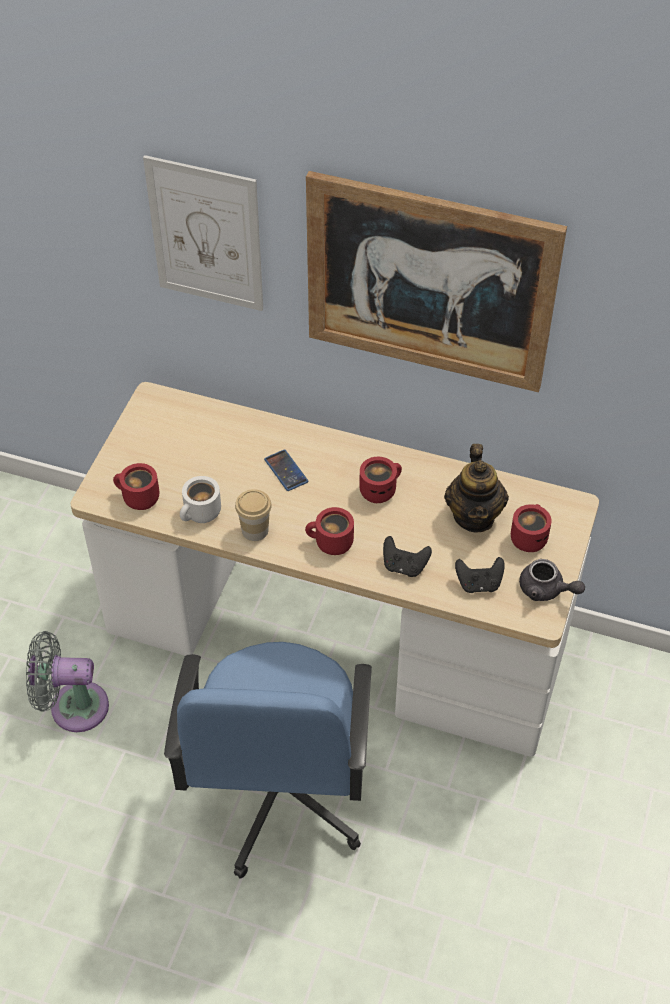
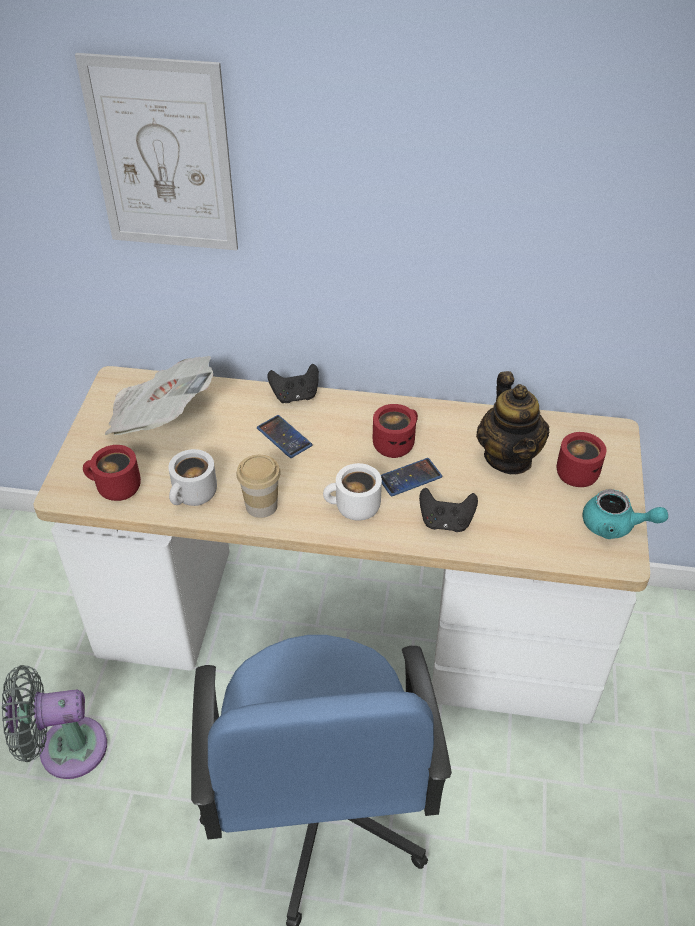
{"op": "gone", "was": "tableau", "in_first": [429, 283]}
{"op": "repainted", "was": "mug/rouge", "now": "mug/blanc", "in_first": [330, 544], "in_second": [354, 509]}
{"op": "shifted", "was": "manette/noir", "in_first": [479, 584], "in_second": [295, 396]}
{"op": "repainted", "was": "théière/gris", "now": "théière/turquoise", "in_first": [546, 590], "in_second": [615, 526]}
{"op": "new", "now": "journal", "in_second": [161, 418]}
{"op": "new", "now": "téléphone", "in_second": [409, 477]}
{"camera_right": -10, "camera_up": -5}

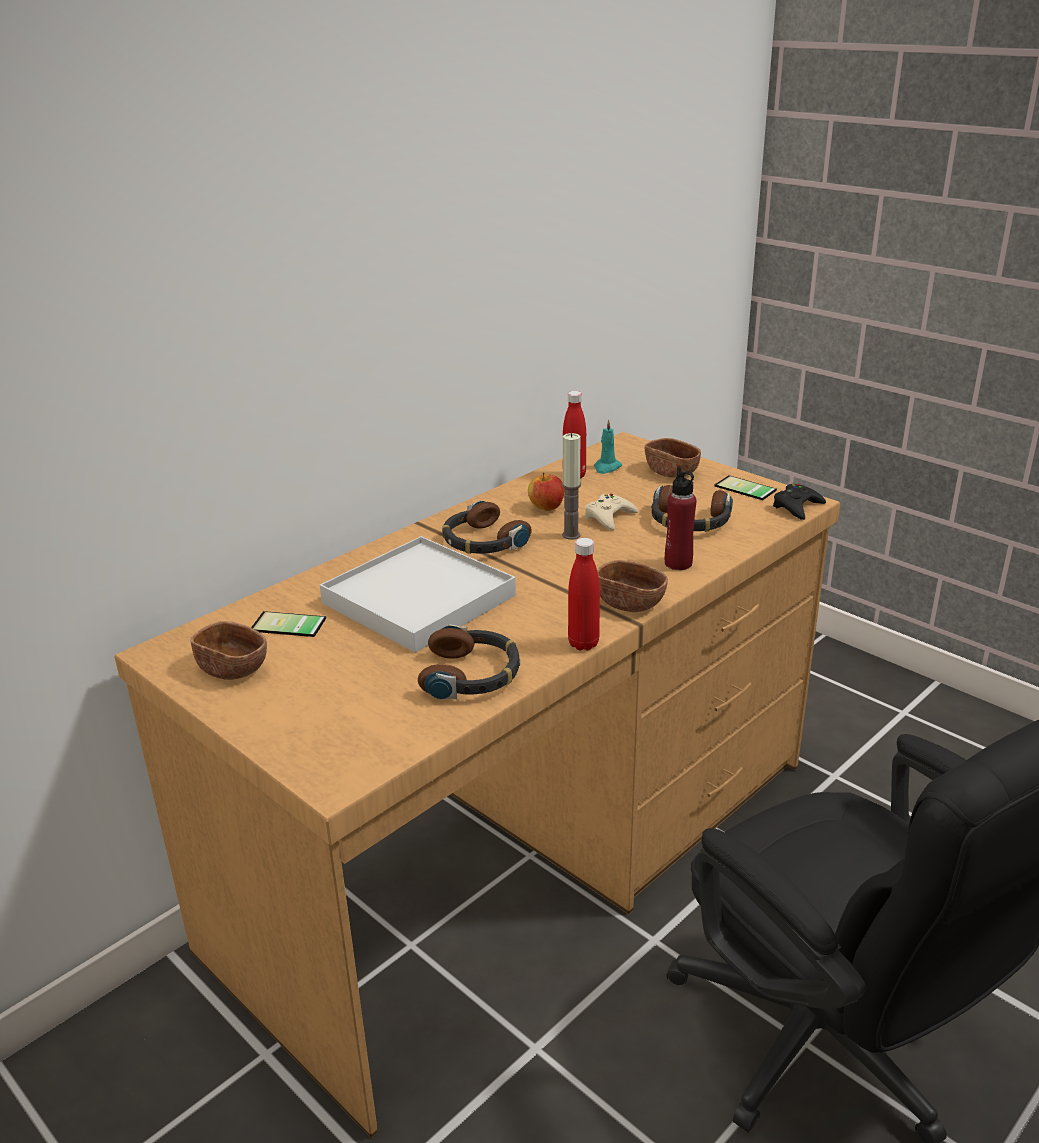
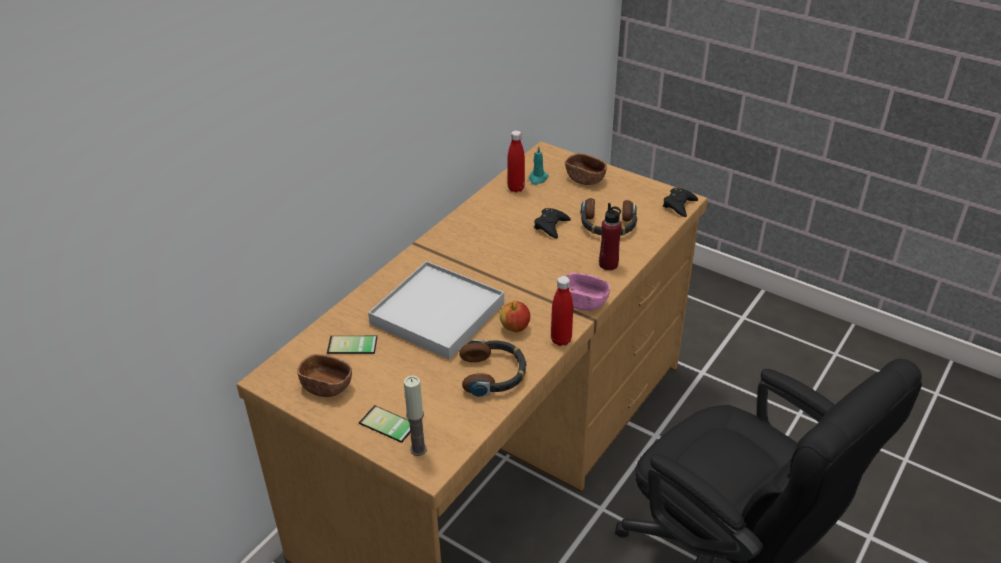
{"op": "shifted", "was": "bougie", "in_first": [571, 535], "in_second": [418, 449]}
{"op": "shifted", "was": "pomme", "in_first": [546, 508], "in_second": [515, 327]}
{"op": "shifted", "was": "téléphone", "in_first": [743, 489], "in_second": [386, 426]}
{"op": "repainted", "was": "manette/beige", "now": "manette/noir", "in_first": [609, 517], "in_second": [551, 226]}
{"op": "gone", "was": "casque audio", "in_first": [483, 542]}
{"op": "repainted", "was": "bol/marron", "now": "bol/rose", "in_first": [630, 603], "in_second": [584, 302]}
{"camera_right": -10, "camera_up": 10}

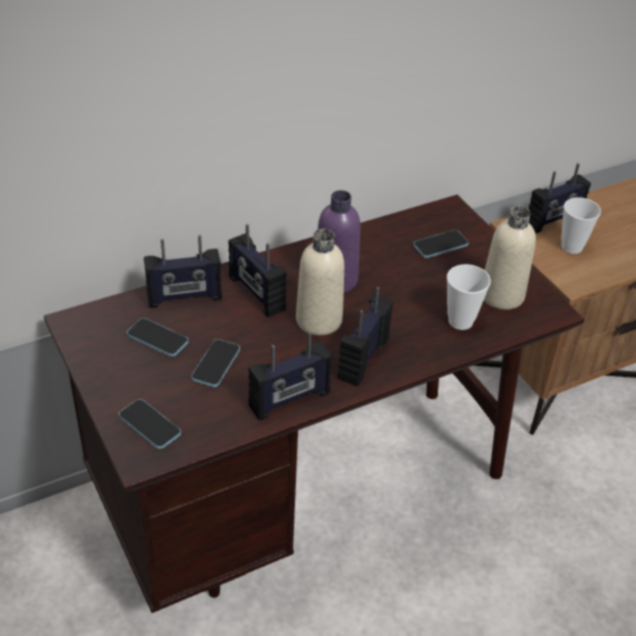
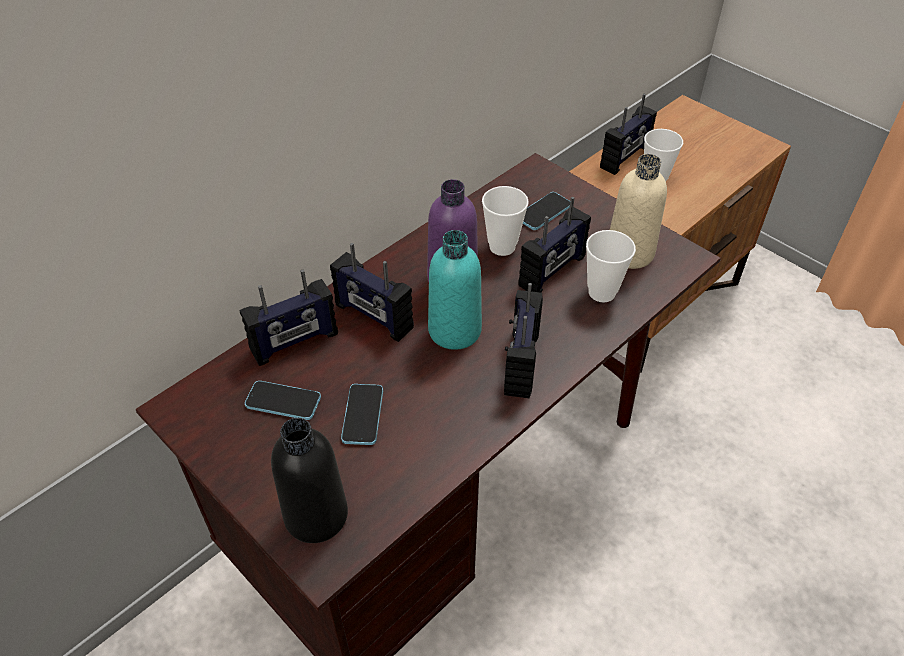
{"op": "repainted", "was": "bouteille/beige", "now": "bouteille/turquoise", "in_first": [319, 320], "in_second": [454, 330]}
{"op": "shifted", "was": "radio", "in_first": [290, 400], "in_second": [553, 271]}
{"op": "swapped", "was": "téléphone", "now": "bouteille/noir", "in_first": [149, 425], "in_second": [316, 515]}
{"op": "new", "now": "tasse", "in_second": [502, 247]}
{"camera_right": -15, "camera_up": 5}

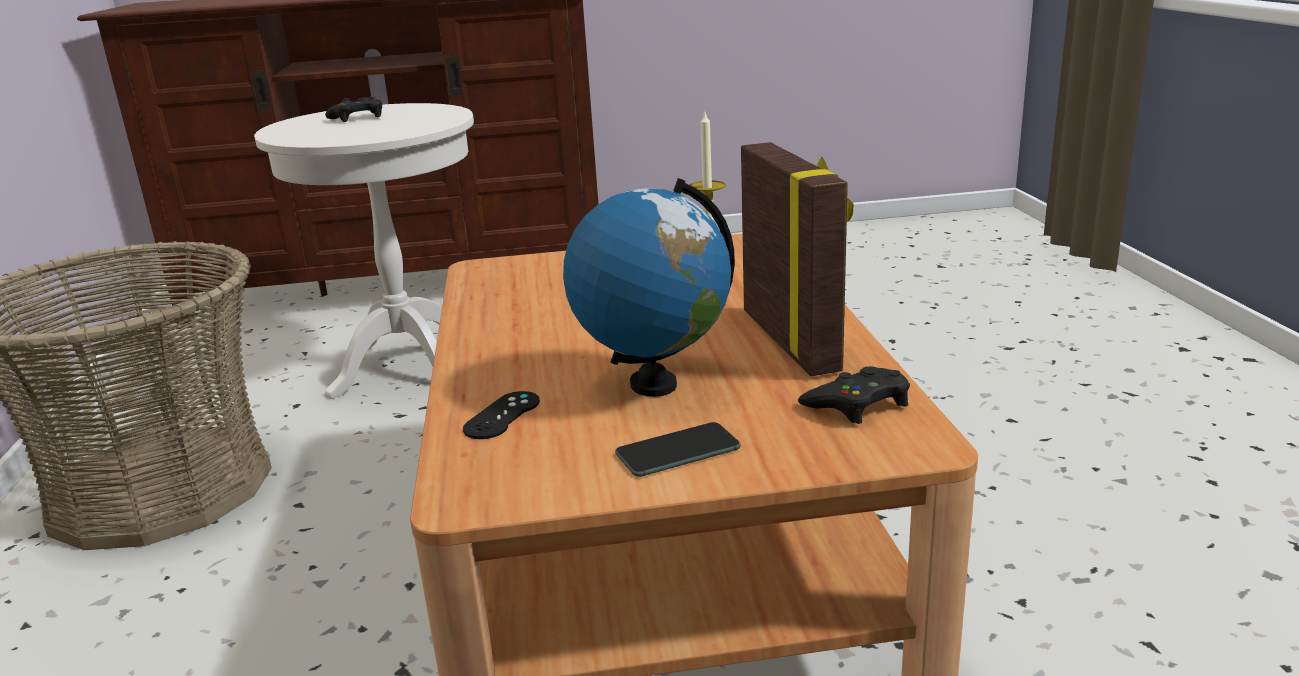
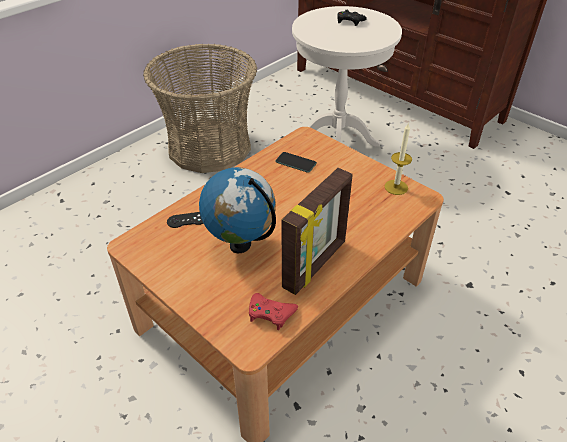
{"op": "repainted", "was": "manette/noir", "now": "manette/rouge", "in_first": [858, 404], "in_second": [271, 313]}
{"op": "shifted", "was": "téléphone", "in_first": [678, 451], "in_second": [295, 162]}
{"camera_right": 50, "camera_up": 20}

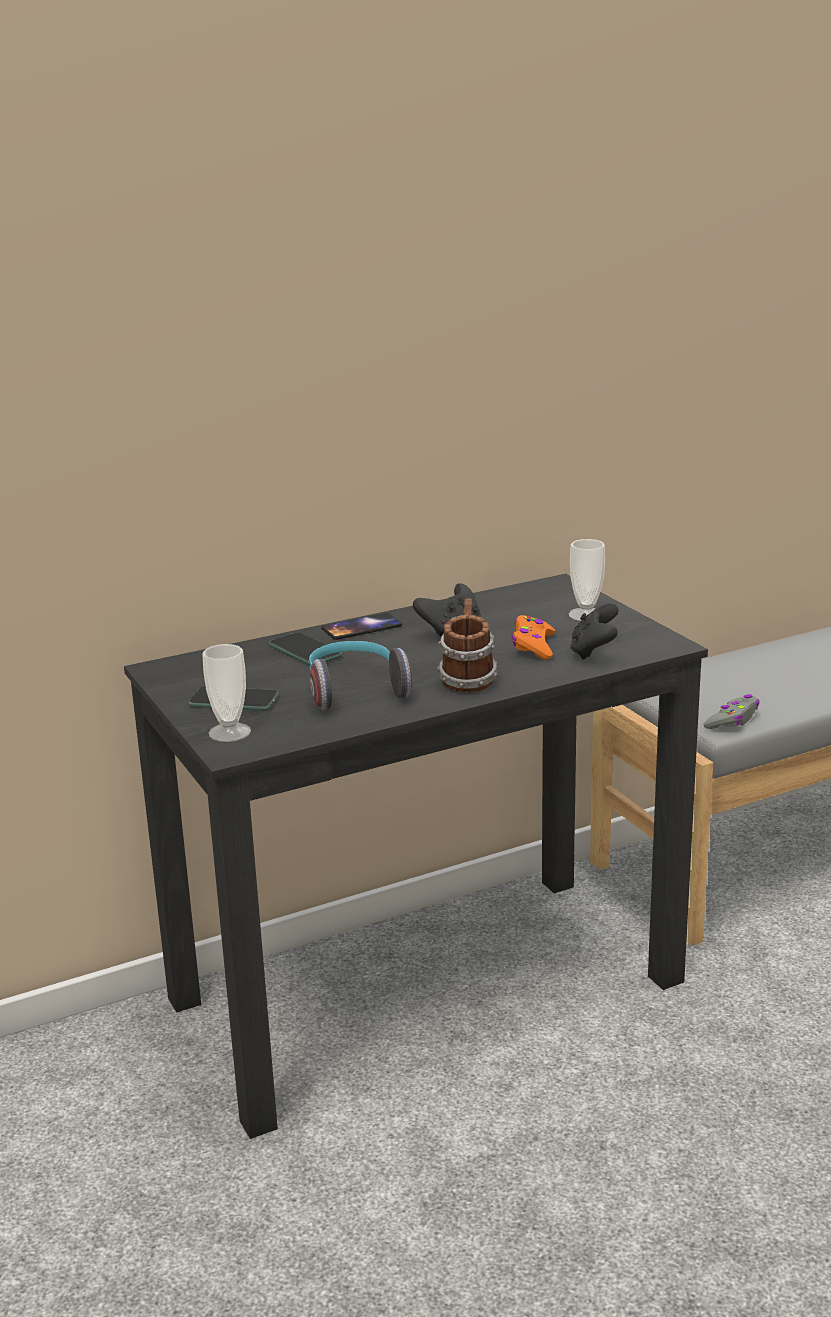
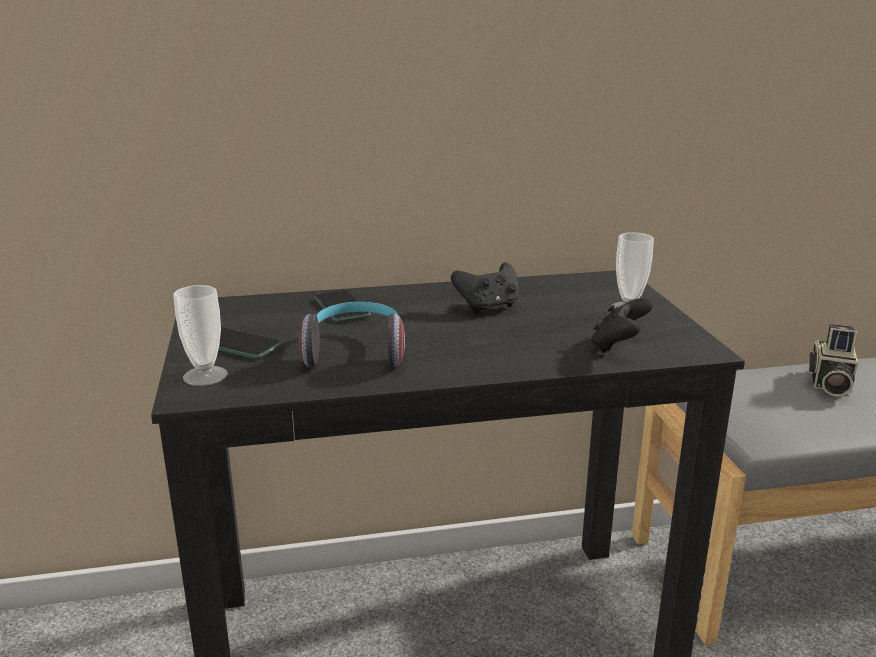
{"op": "gone", "was": "mug", "in_first": [467, 681]}
{"op": "gone", "was": "téléphone", "in_first": [362, 627]}
{"op": "gone", "was": "manette/orange", "in_first": [533, 646]}
{"op": "gone", "was": "manette/gris", "in_first": [732, 720]}
{"op": "new", "now": "appareil photo", "in_second": [828, 384]}
{"camera_right": 15, "camera_up": 0}

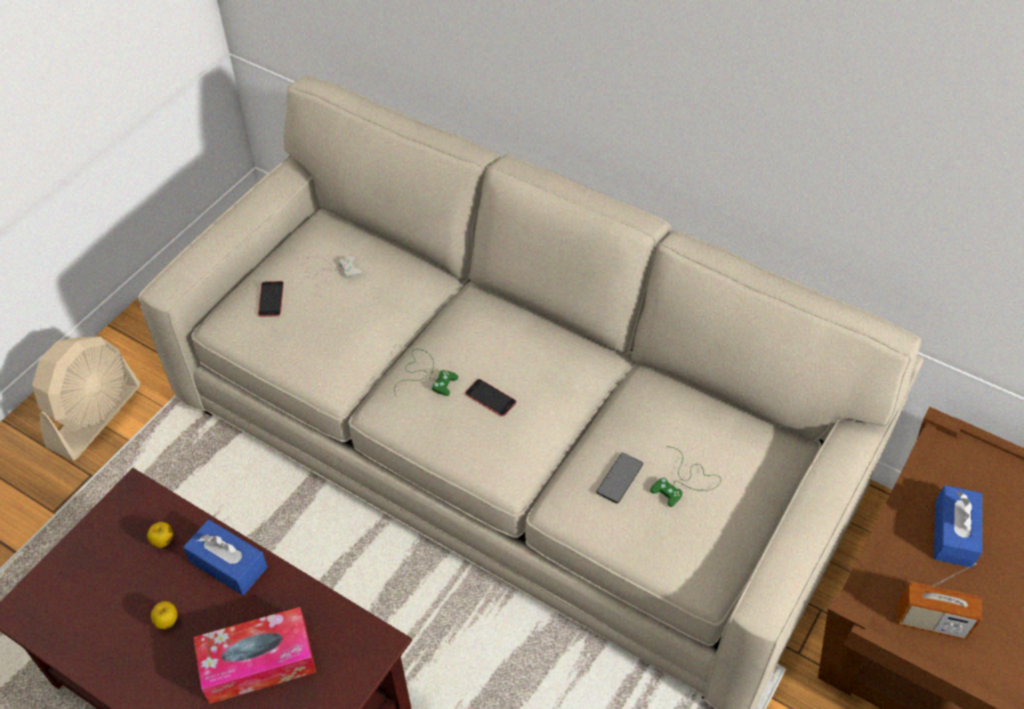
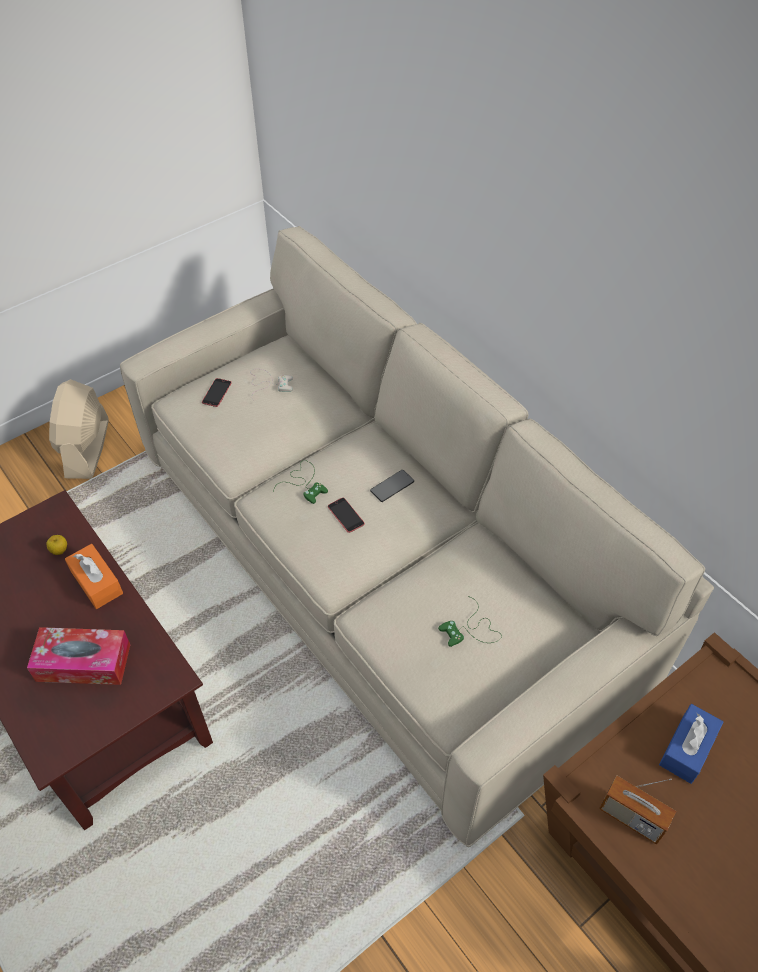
{"op": "rotated", "was": "ventilateur/beige", "in_first": [95, 416], "in_second": [87, 448], "clockwise": 135}
{"op": "shifted", "was": "téléphone", "in_first": [619, 478], "in_second": [392, 486]}
{"op": "repainted", "was": "boîte à mouchoirs/bleu", "now": "boîte à mouchoirs/orange", "in_first": [228, 564], "in_second": [97, 582]}
{"op": "gone", "was": "pomme", "in_first": [168, 622]}
{"camera_right": 20, "camera_up": 0}

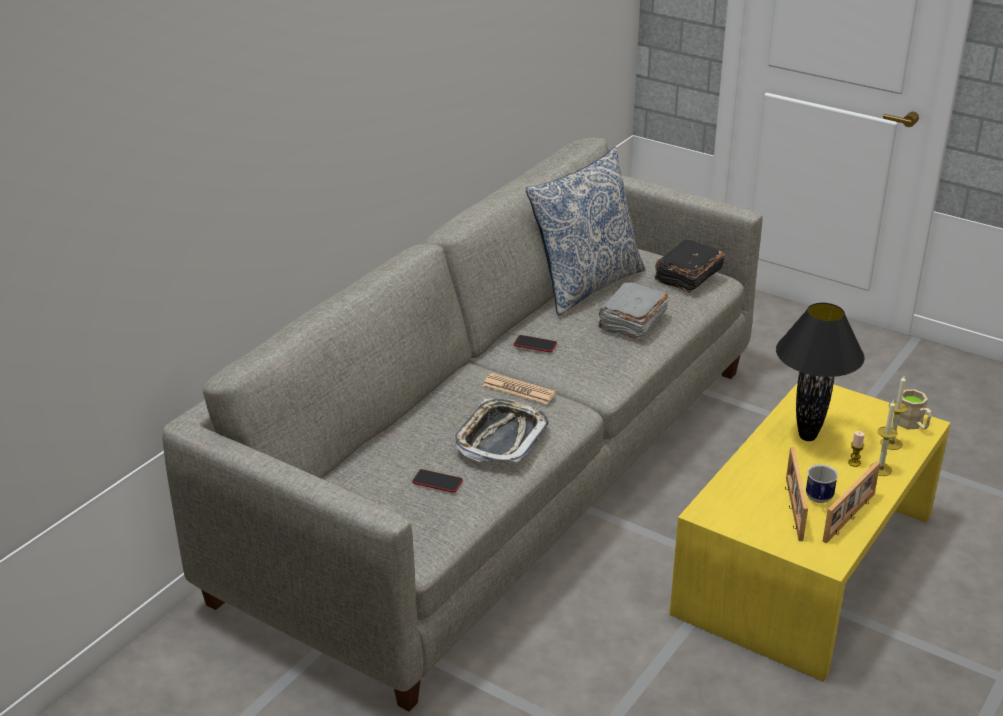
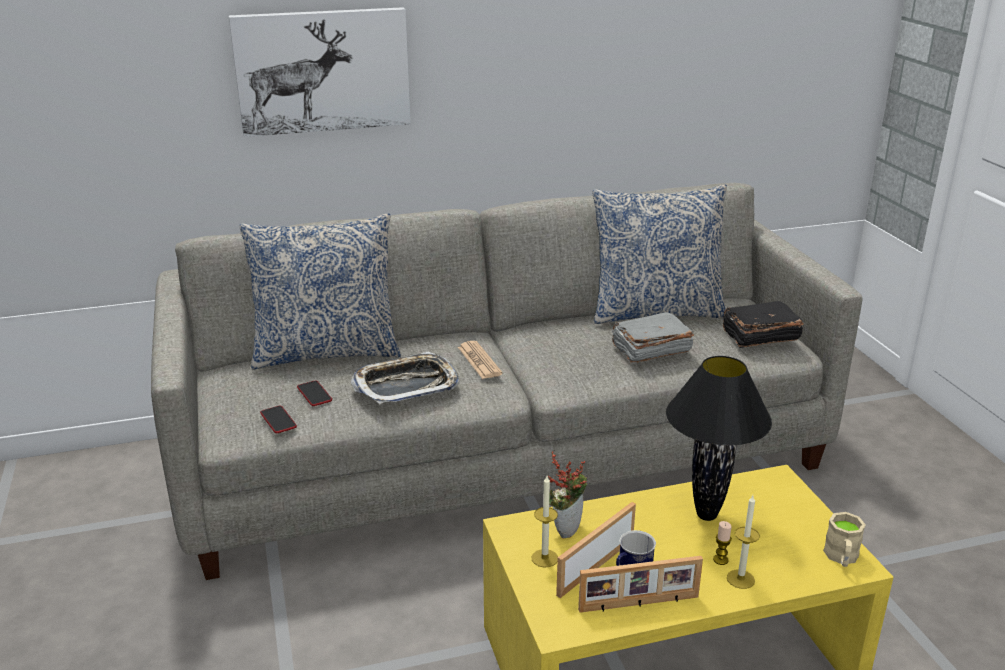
{"op": "shifted", "was": "téléphone", "in_first": [535, 344], "in_second": [278, 420]}
{"op": "shifted", "was": "bougie", "in_first": [891, 443], "in_second": [544, 558]}
{"op": "new", "now": "tableau", "in_second": [322, 70]}
{"op": "new", "now": "coussin", "in_second": [326, 352]}
{"op": "new", "now": "plante en pot", "in_second": [566, 528]}
{"camera_right": 40, "camera_up": -5}

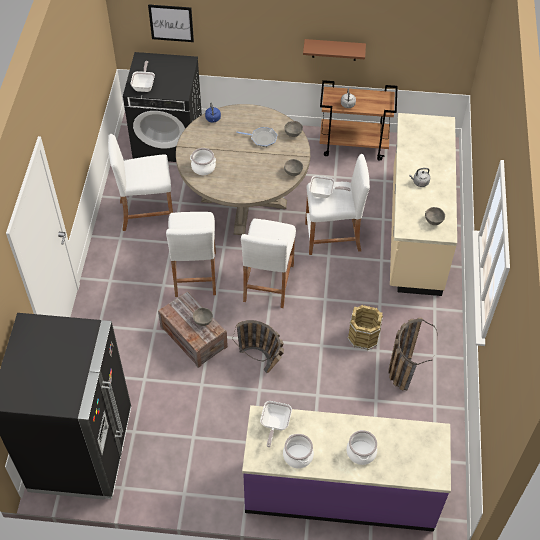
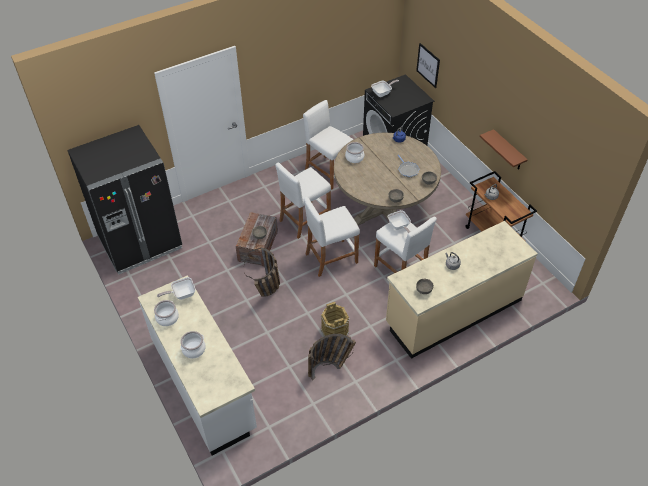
{"op": "repainted", "was": "comptoir de cuisine/violet", "now": "comptoir de cuisine/blanc", "in_first": [340, 491], "in_second": [204, 384]}
{"camera_right": 55, "camera_up": -5}

